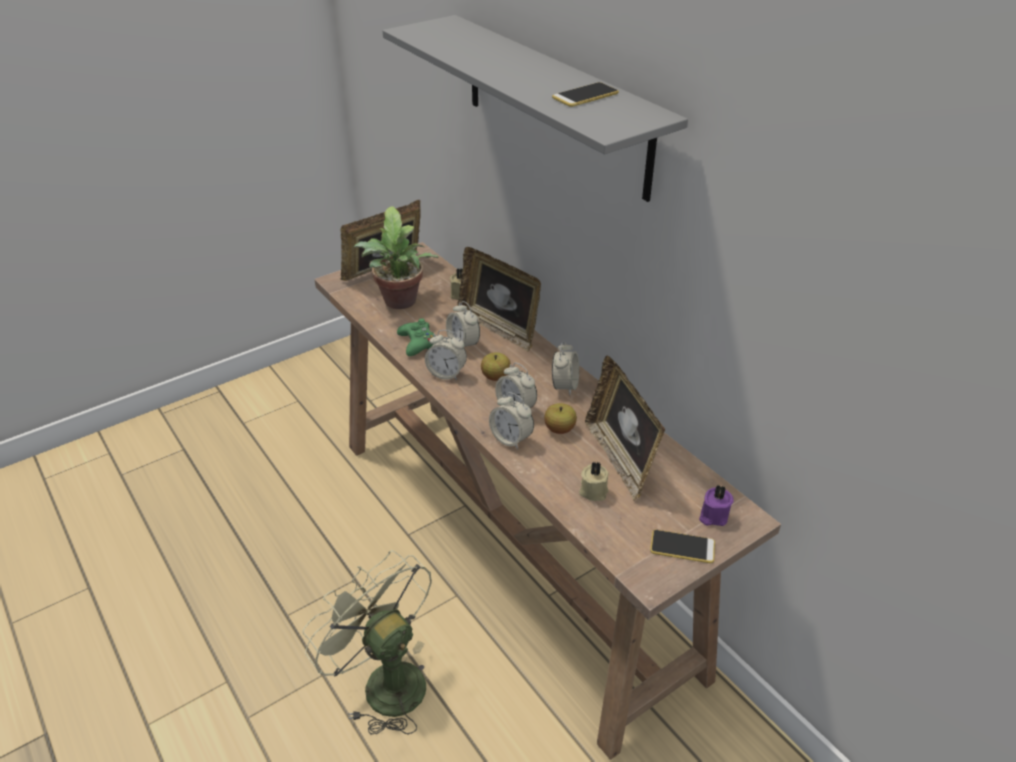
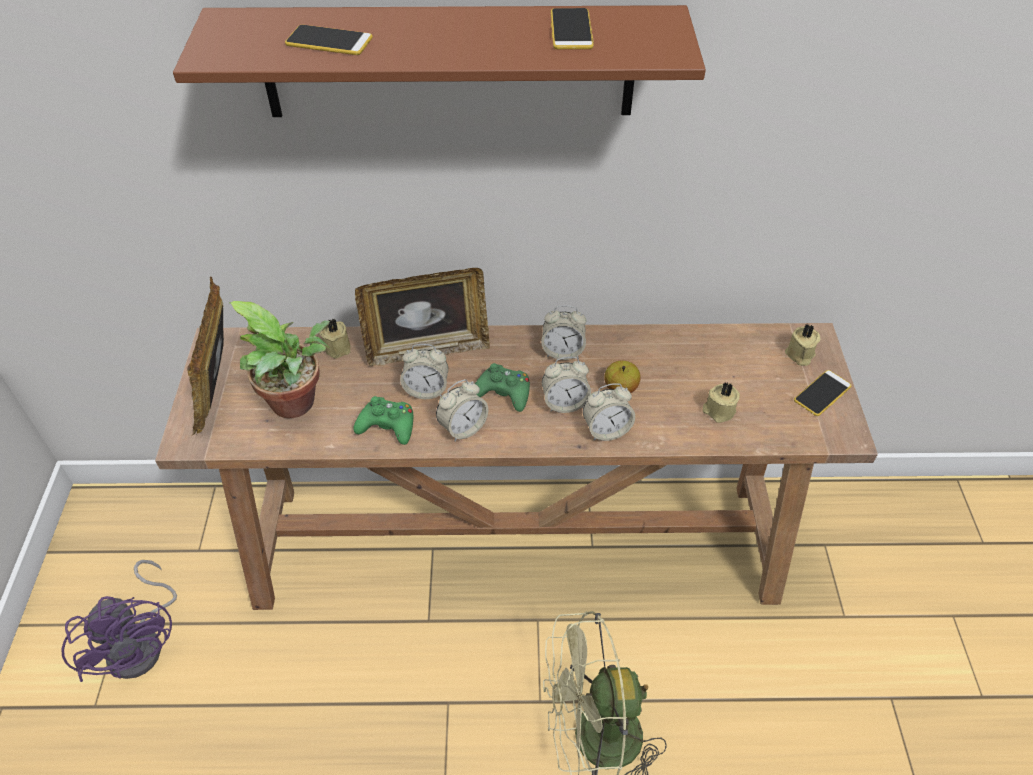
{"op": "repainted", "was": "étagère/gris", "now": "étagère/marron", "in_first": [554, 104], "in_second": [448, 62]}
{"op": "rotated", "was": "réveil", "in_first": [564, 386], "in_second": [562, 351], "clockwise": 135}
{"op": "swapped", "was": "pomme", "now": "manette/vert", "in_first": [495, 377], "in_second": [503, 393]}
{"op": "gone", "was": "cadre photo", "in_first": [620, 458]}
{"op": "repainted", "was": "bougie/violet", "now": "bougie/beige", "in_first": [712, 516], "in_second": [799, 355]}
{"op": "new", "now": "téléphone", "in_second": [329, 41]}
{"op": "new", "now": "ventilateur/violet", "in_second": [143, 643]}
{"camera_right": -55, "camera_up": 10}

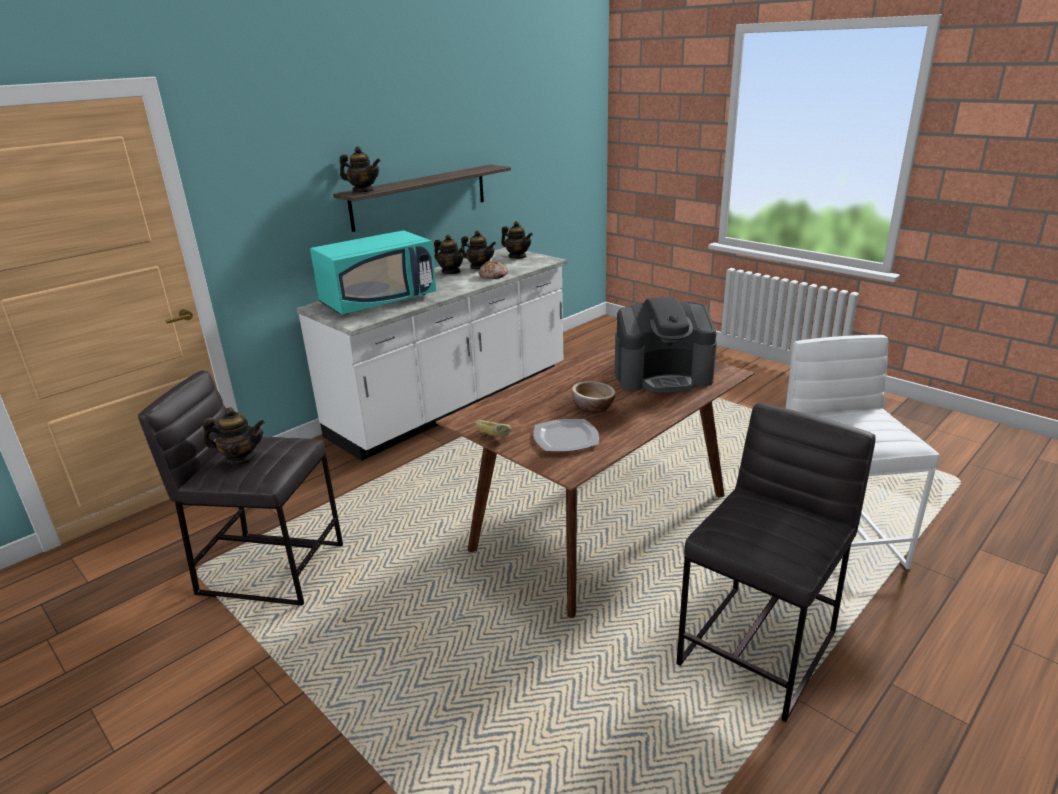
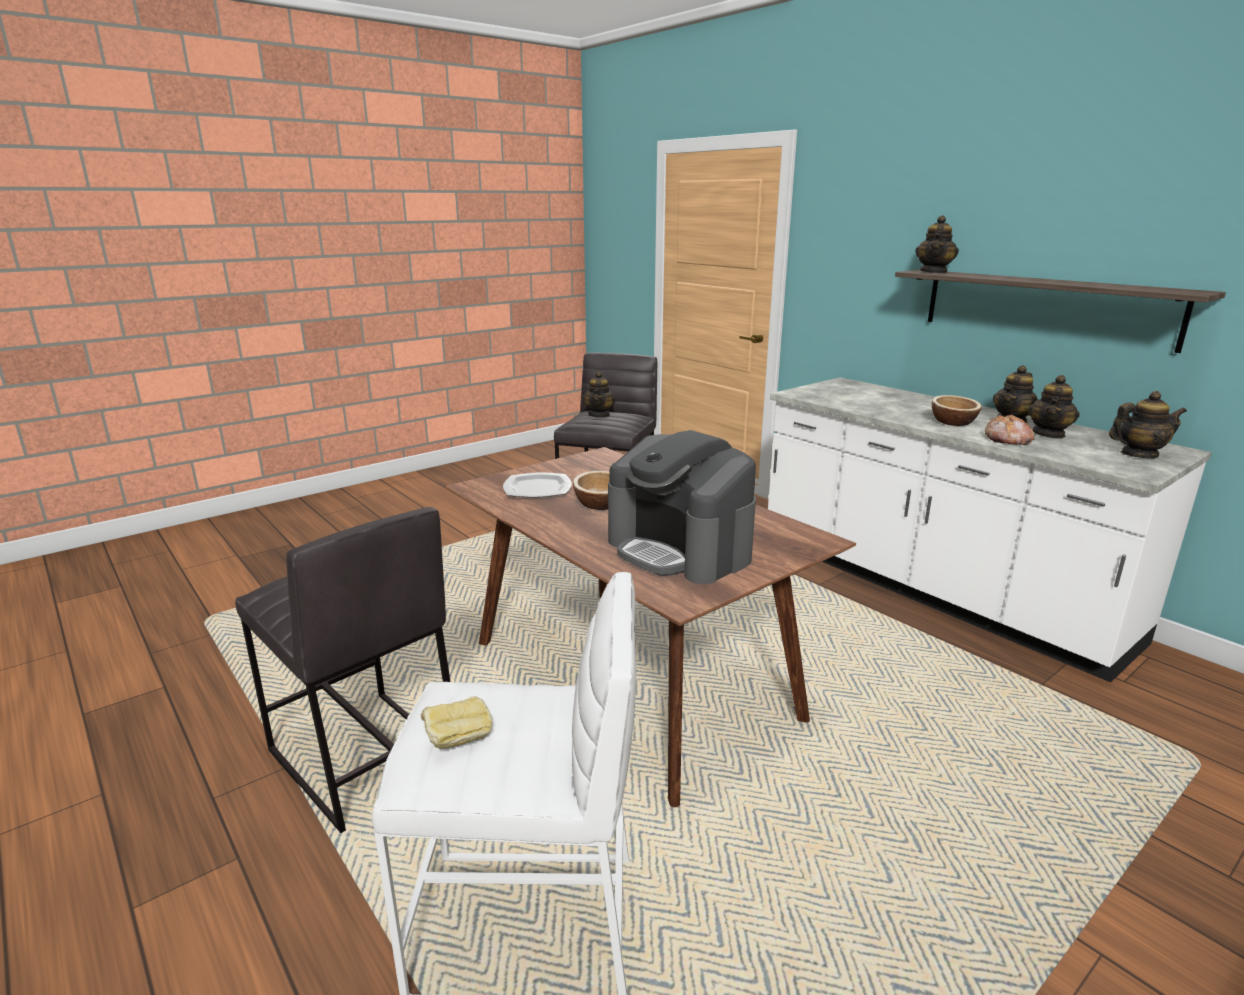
{"op": "rotated", "was": "théière", "in_first": [517, 257], "in_second": [1138, 455], "clockwise": -135}
{"op": "gone", "was": "micro-ondes/turquoise", "in_first": [379, 301]}
{"op": "rotated", "was": "machine à café", "in_first": [663, 376], "in_second": [680, 550], "clockwise": -45}
{"op": "shifted", "was": "pain", "in_first": [493, 438], "in_second": [458, 741]}
{"op": "new", "now": "bol", "in_second": [953, 422]}
{"camera_right": 95, "camera_up": -5}

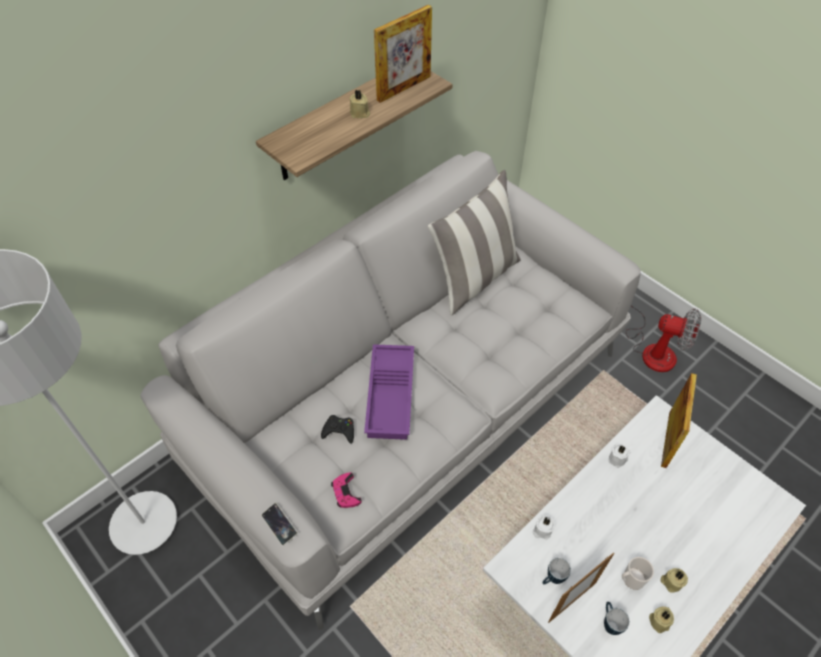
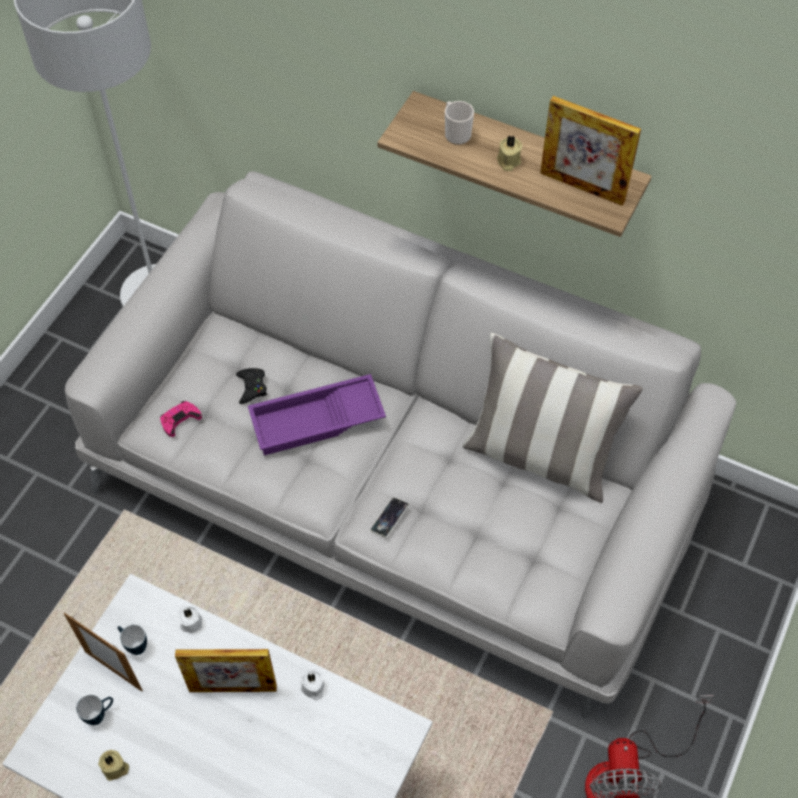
{"op": "shifted", "was": "cadre photo", "in_first": [667, 439], "in_second": [233, 688]}
{"op": "shifted", "was": "téléphone", "in_first": [279, 525], "in_second": [389, 518]}
{"op": "shifted", "was": "mug", "in_first": [631, 579], "in_second": [456, 133]}
{"op": "gone", "was": "bougie/beige", "in_first": [671, 582]}
{"camera_right": 70, "camera_up": 5}

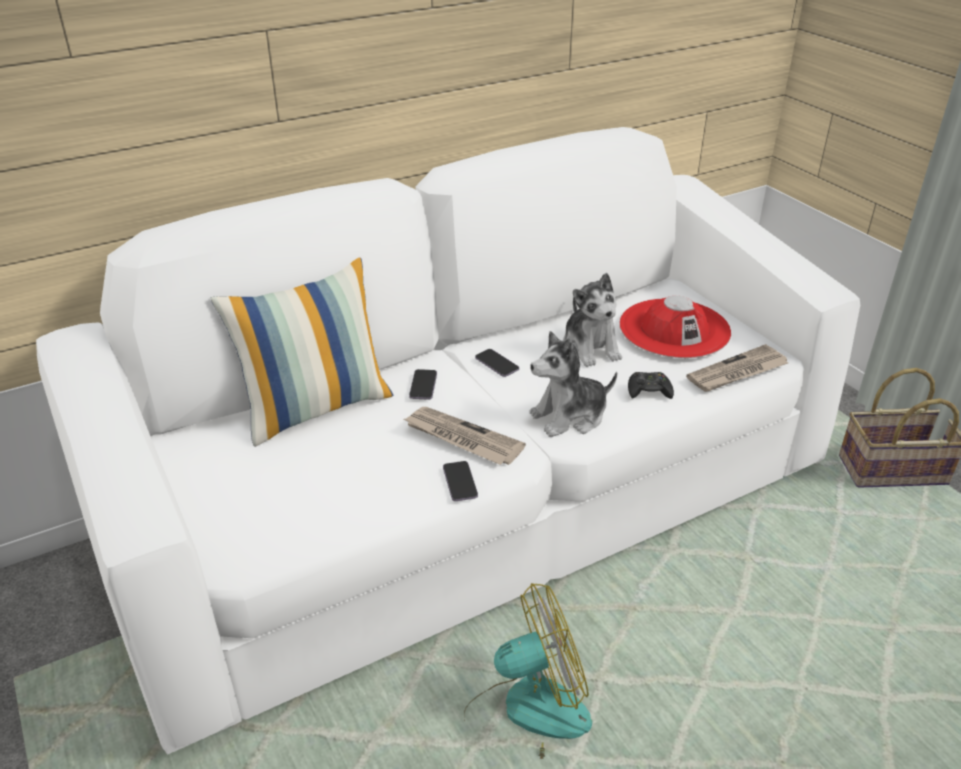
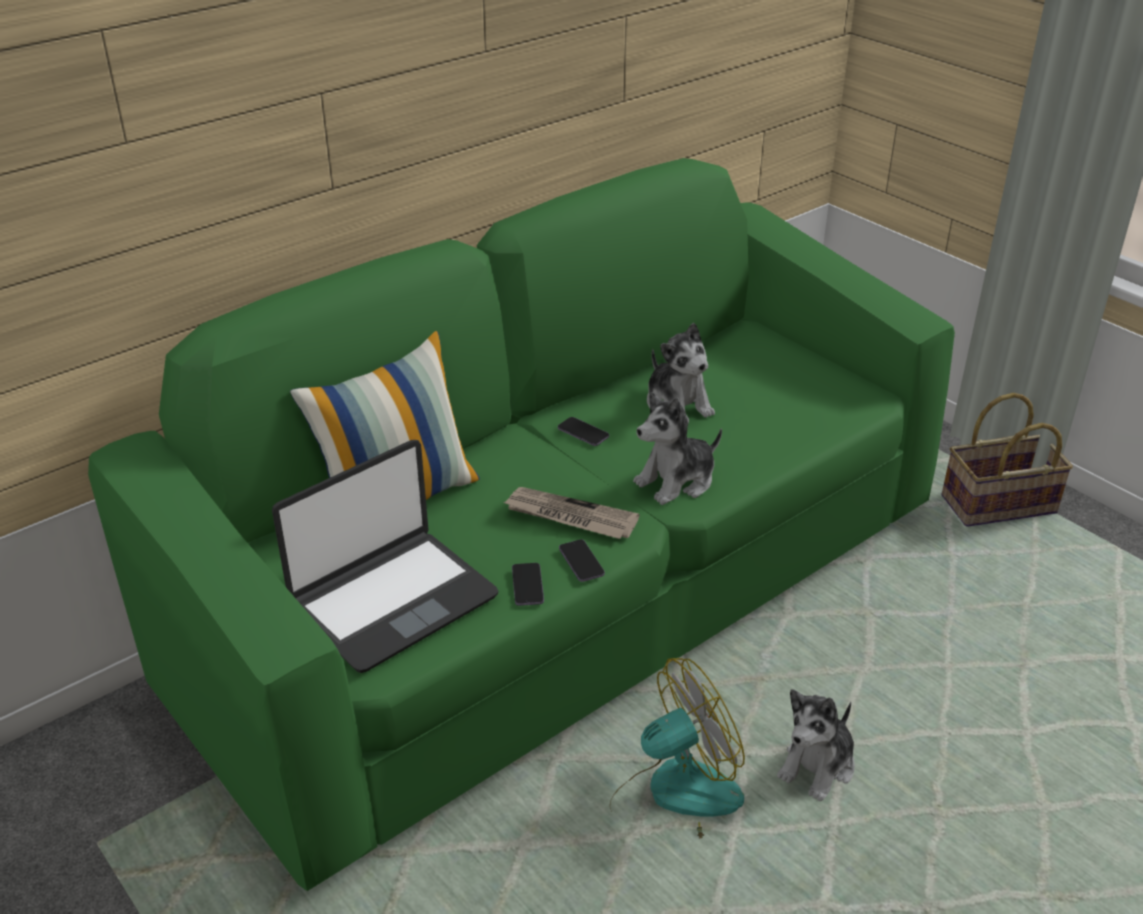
{"op": "repainted", "was": "canapé/blanc", "now": "canapé/vert", "in_first": [479, 504], "in_second": [569, 592]}
{"op": "gone", "was": "chapeau/rouge", "in_first": [674, 328]}
{"op": "gone", "was": "journal", "in_first": [737, 372]}
{"op": "shifted", "was": "téléphone", "in_first": [423, 386], "in_second": [527, 586]}
{"op": "gone", "was": "manette/noir", "in_first": [649, 391]}
{"op": "new", "now": "ordinateur portable", "in_second": [393, 600]}
{"op": "new", "now": "peluche", "in_second": [818, 766]}
{"camera_right": -10, "camera_up": 0}

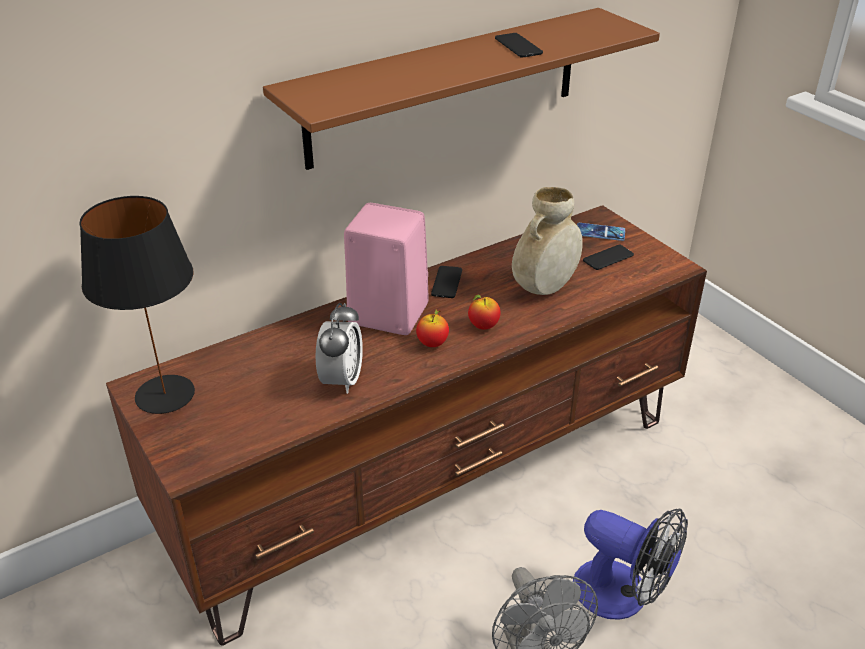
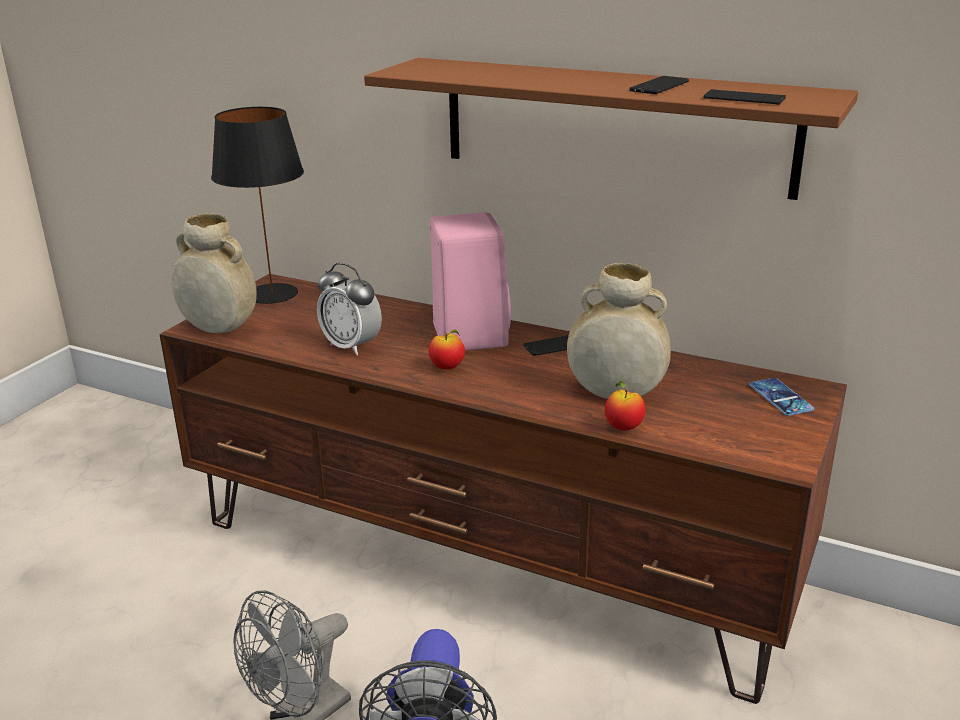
{"op": "shifted", "was": "téléphone", "in_first": [608, 258], "in_second": [744, 98]}
{"op": "shifted", "was": "pomme", "in_first": [483, 326], "in_second": [623, 427]}
{"op": "rotated", "was": "réveil", "in_first": [341, 380], "in_second": [351, 346], "clockwise": 60}
{"op": "new", "now": "vase/beige", "in_second": [218, 329]}
{"camera_right": 60, "camera_up": -10}

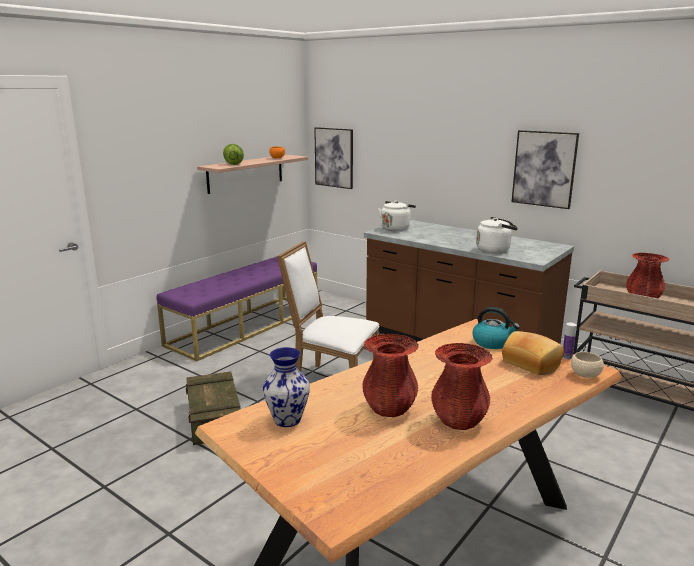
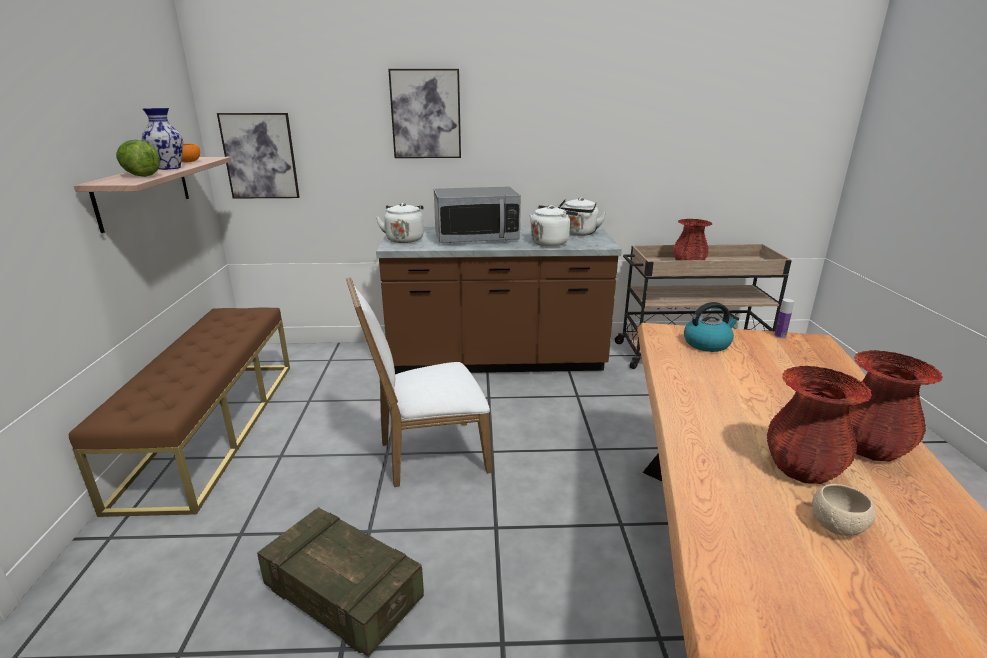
{"op": "shifted", "was": "tableau", "in_first": [544, 169], "in_second": [426, 114]}
{"op": "repainted", "was": "banc/violet", "now": "banc/marron", "in_first": [246, 325], "in_second": [213, 427]}
{"op": "gone", "was": "pain", "in_first": [532, 363]}
{"op": "shifted", "was": "vase", "in_first": [288, 419], "in_second": [170, 168]}
{"op": "shifted", "was": "bol/beige", "in_first": [585, 375], "in_second": [836, 526]}
{"op": "new", "now": "micro-ondes", "in_second": [476, 237]}
{"op": "new", "now": "bouilloire/blanc", "in_second": [578, 233]}
{"camera_right": -40, "camera_up": 5}

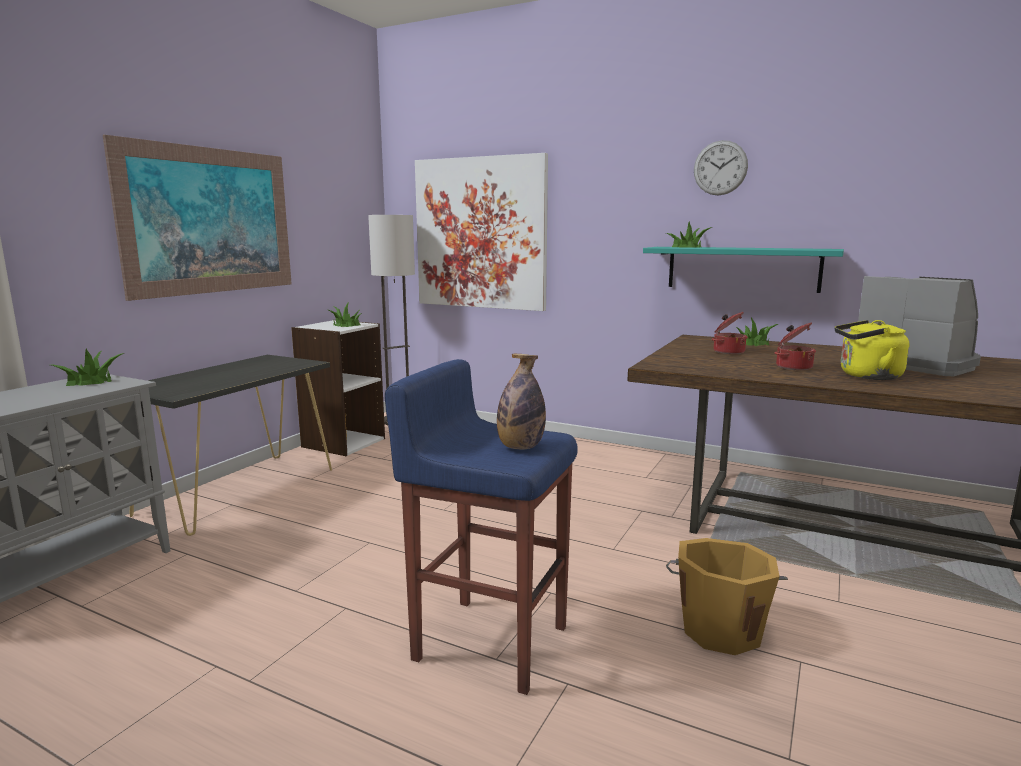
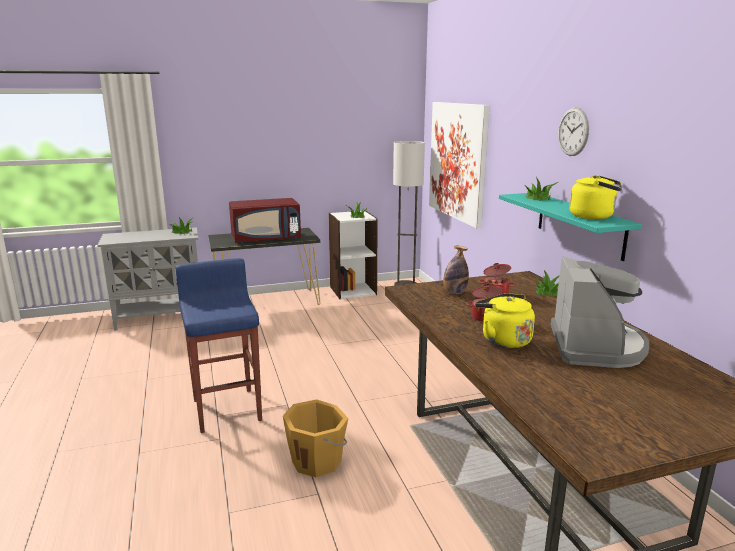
{"op": "gone", "was": "tableau", "in_first": [210, 221]}
{"op": "shifted", "was": "bouteille", "in_first": [520, 447], "in_second": [454, 292]}
{"op": "new", "now": "bouilloire/jaune", "in_second": [594, 216]}
{"op": "new", "now": "micro-ondes/rouge", "in_second": [266, 239]}
{"camera_right": 45, "camera_up": 5}

